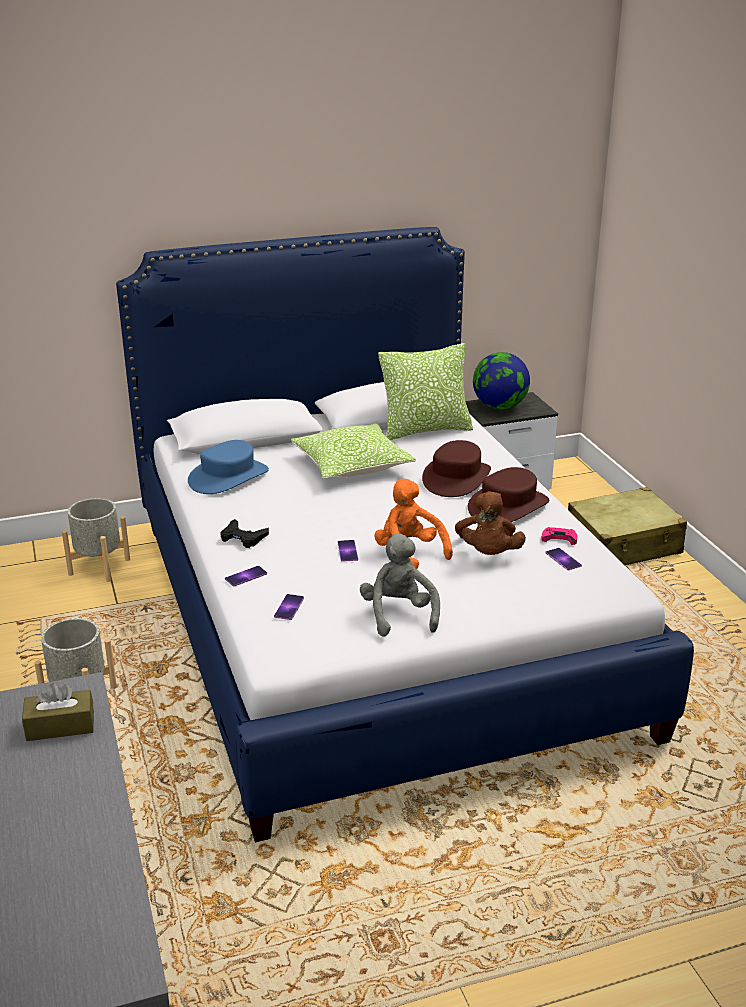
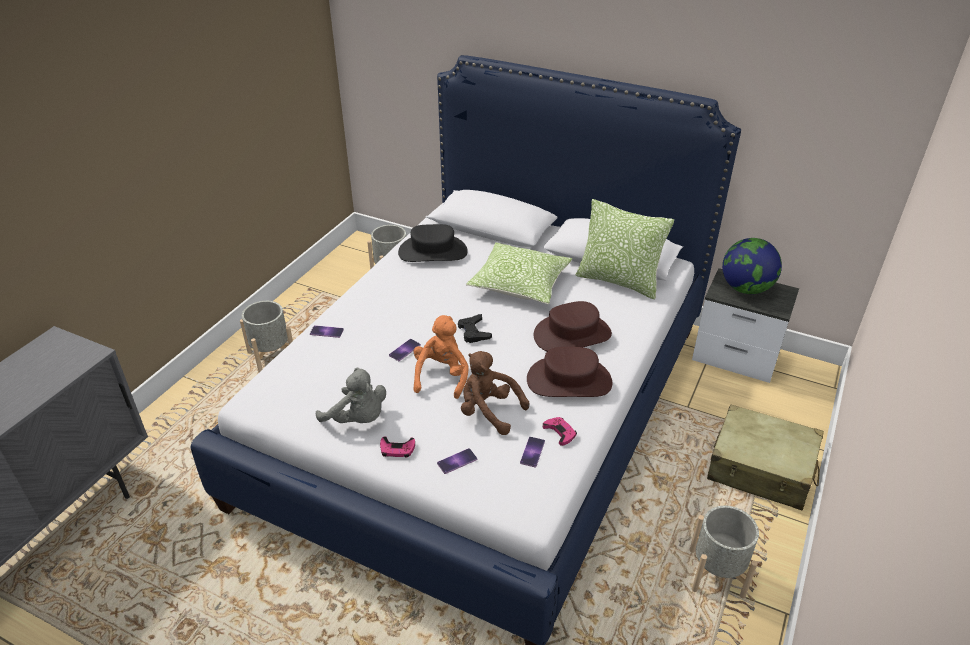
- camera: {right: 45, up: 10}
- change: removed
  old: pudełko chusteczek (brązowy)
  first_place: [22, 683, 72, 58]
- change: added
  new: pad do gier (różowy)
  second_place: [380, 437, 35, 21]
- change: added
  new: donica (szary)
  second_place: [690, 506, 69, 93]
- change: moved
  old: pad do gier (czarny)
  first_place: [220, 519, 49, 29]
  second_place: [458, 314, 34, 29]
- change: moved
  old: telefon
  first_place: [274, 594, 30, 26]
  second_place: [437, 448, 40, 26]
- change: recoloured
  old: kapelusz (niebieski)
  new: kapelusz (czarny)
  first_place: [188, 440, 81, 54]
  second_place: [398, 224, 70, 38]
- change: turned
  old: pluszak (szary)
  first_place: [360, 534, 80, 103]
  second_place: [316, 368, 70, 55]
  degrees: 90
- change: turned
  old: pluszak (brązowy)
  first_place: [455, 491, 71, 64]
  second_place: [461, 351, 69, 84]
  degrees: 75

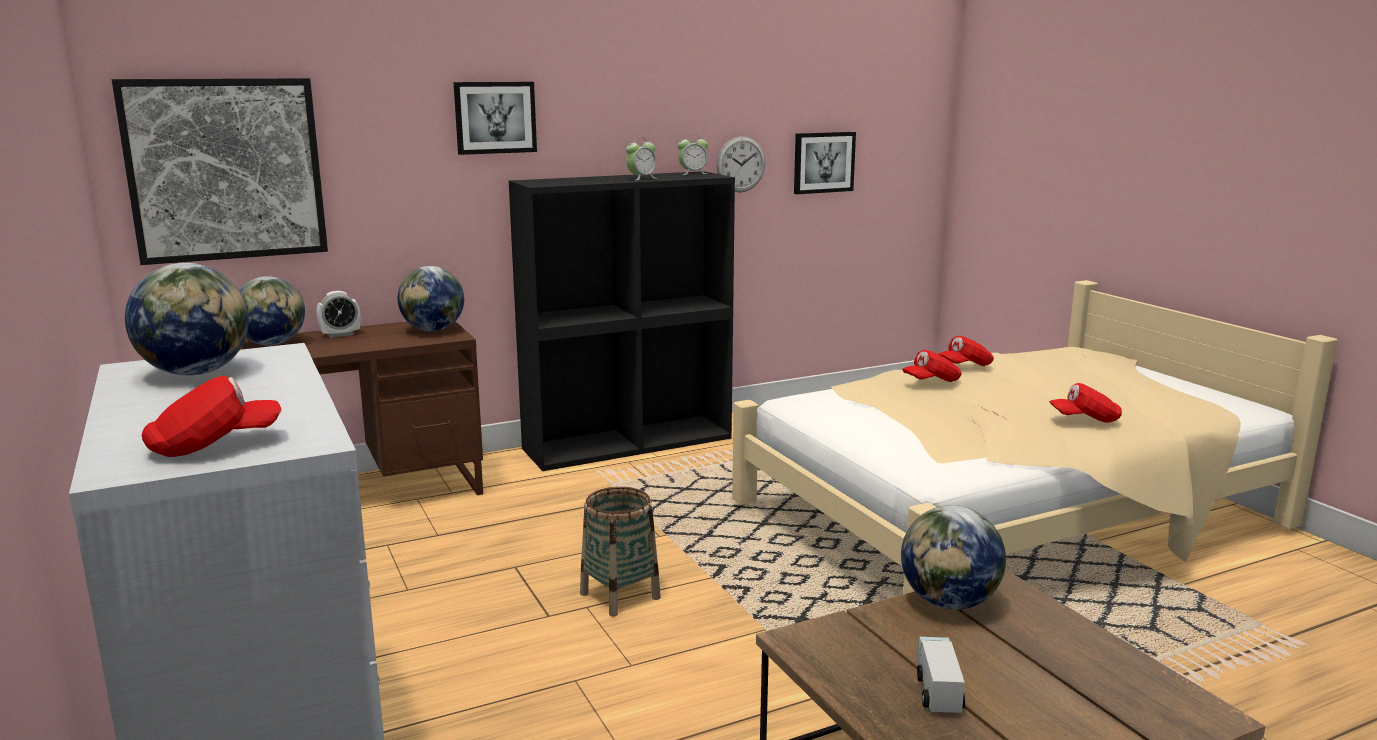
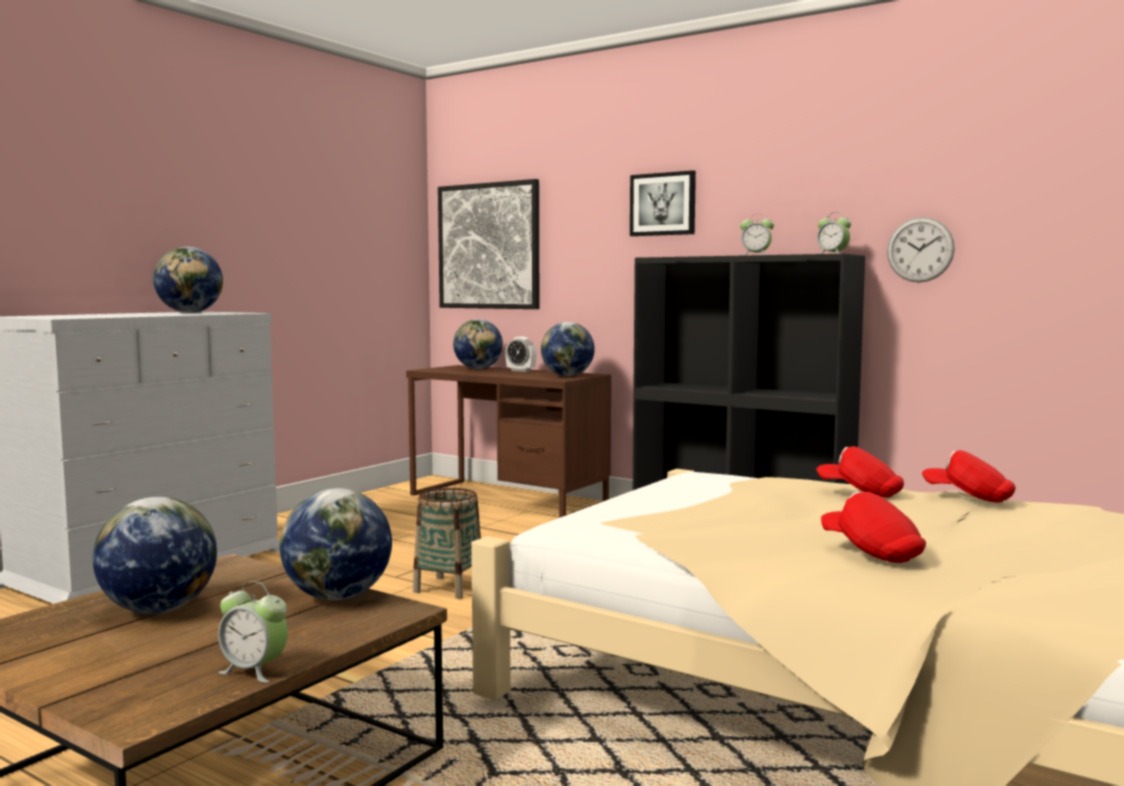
- camera: {right: 60, up: -10}
- change: removed
  old: czapka z daszkiem (czerwony)
  first_place: [142, 376, 139, 81]
- change: removed
  old: obraz
  first_place: [794, 132, 62, 62]
- change: added
  new: budzik
  second_place: [218, 581, 70, 102]
- change: replaced
  old: ciężarówka zabawkowa
  new: globus
  first_place: [917, 637, 48, 76]
  second_place: [93, 497, 124, 117]

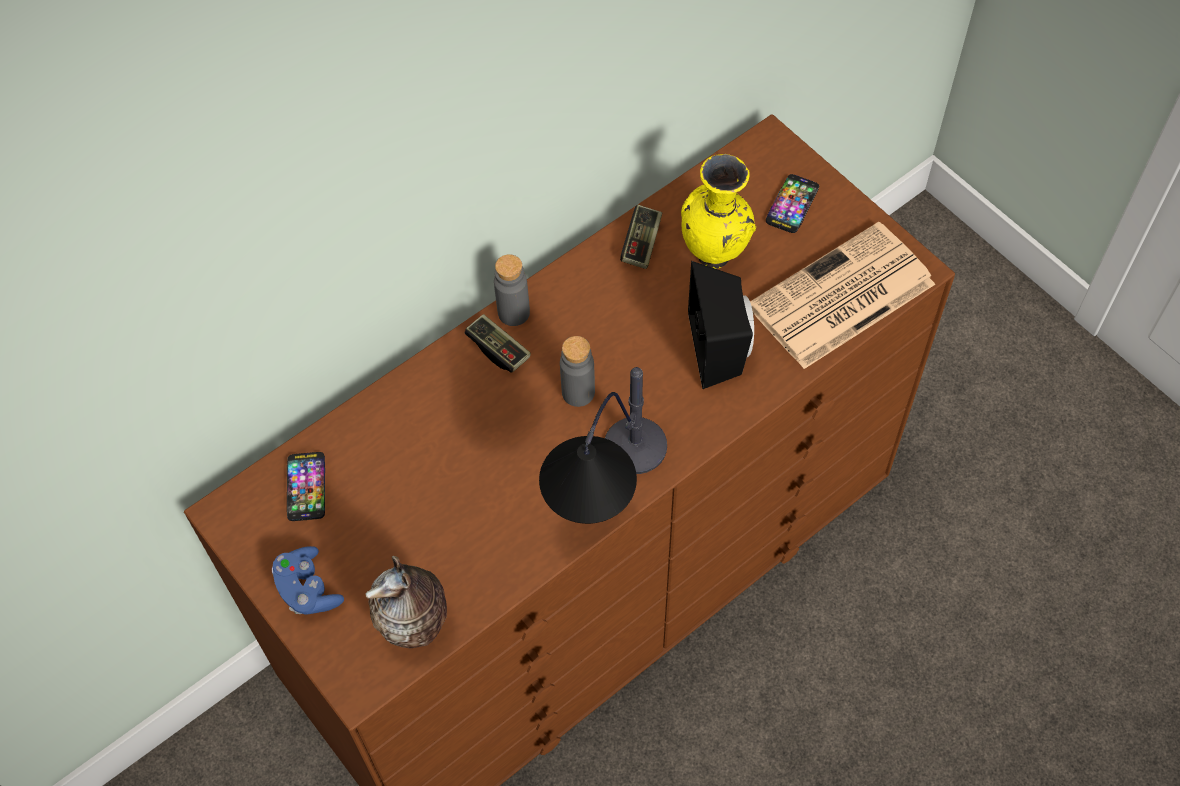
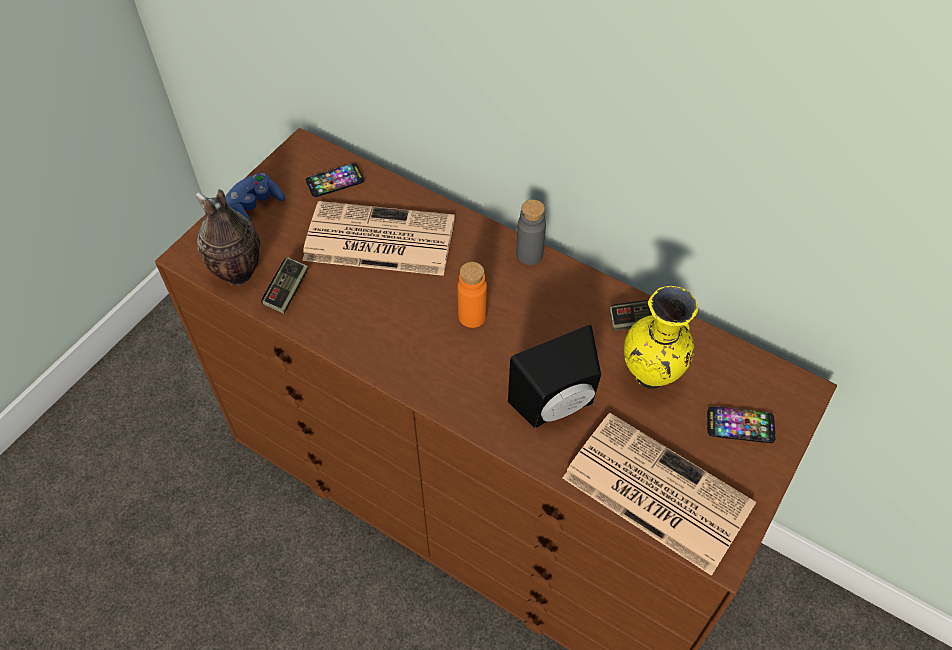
- camera: {right: 70, up: -5}
- change: removed
  old: lampa stołowa
  first_place: [539, 367, 128, 157]
- change: added
  new: gazeta
  second_place: [302, 201, 153, 75]
- change: moved
  old: pad do gier
  first_place: [465, 314, 66, 59]
  second_place: [261, 257, 47, 57]
- change: recoloured
  old: butelka (szary)
  new: butelka (pomarańczowy)
  first_place: [560, 336, 35, 71]
  second_place: [457, 262, 30, 66]

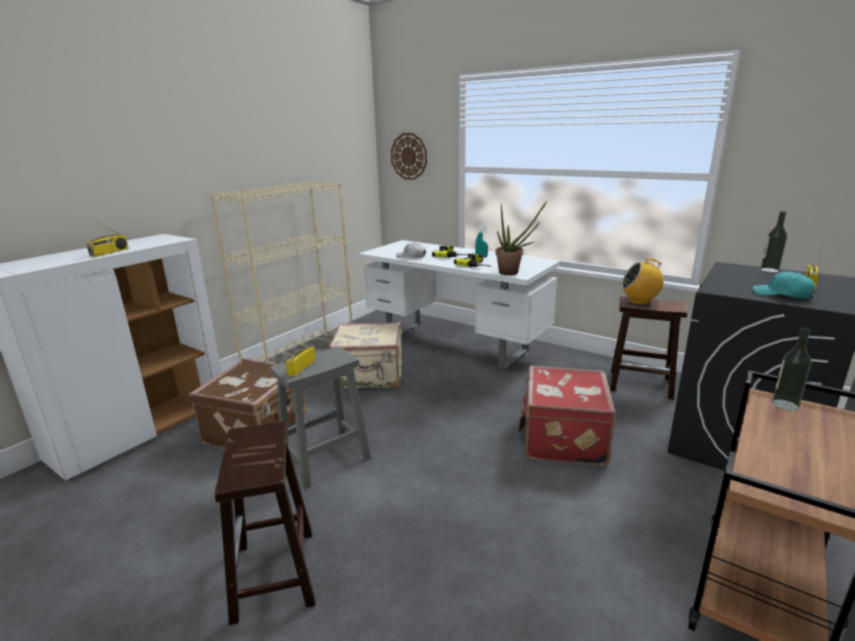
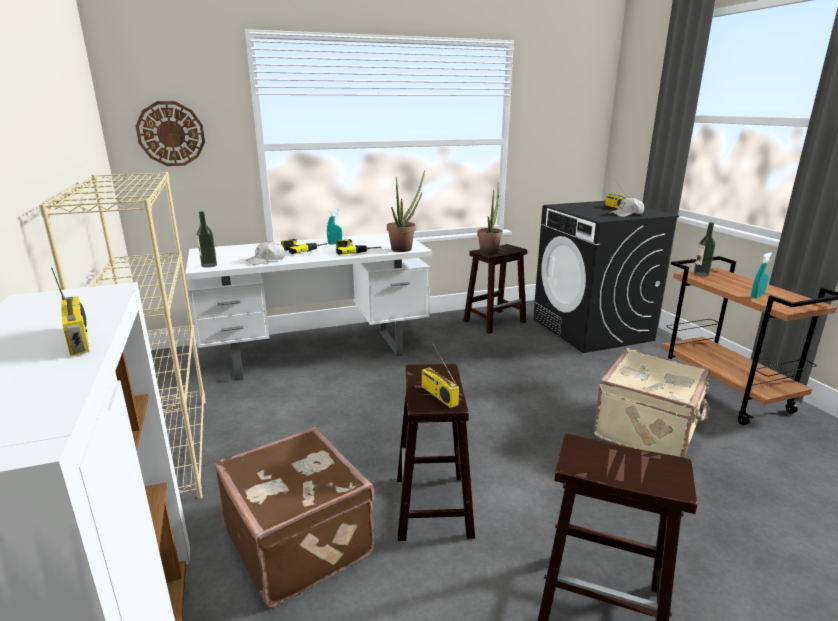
- camera: {right: -55, up: 0}
- change: removed
  old: walizka (czerwony)
  first_place: [518, 366, 98, 100]
- change: added
  new: spryskiwacz (turkusowy)
  second_place: [751, 253, 21, 45]
- change: moved
  old: walizka (beżowy)
  first_place: [329, 321, 73, 68]
  second_place: [594, 348, 117, 110]
- change: moved
  old: butelka
  first_place: [761, 211, 26, 61]
  second_place: [197, 211, 20, 57]
- change: replaced
  old: radio
  new: roślina doniczkowa
  first_place: [621, 258, 43, 47]
  second_place: [477, 183, 26, 71]
- change: recoloured
  old: stołek (szary)
  new: stołek (brązowy)
  first_place: [269, 346, 102, 143]
  second_place: [397, 364, 78, 177]
- change: recoloured
  old: czapka z daszkiem (turkusowy)
  new: czapka z daszkiem (biały)
  first_place: [753, 272, 62, 27]
  second_place: [610, 197, 34, 20]

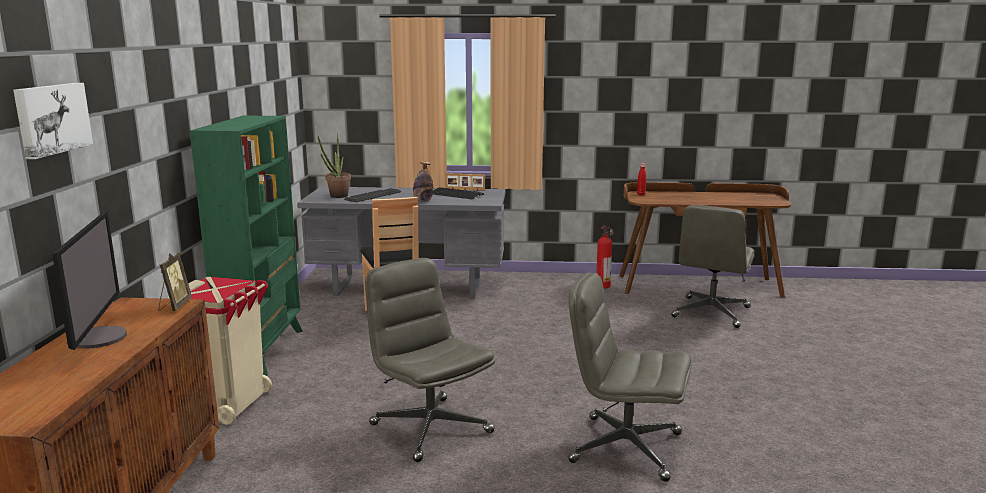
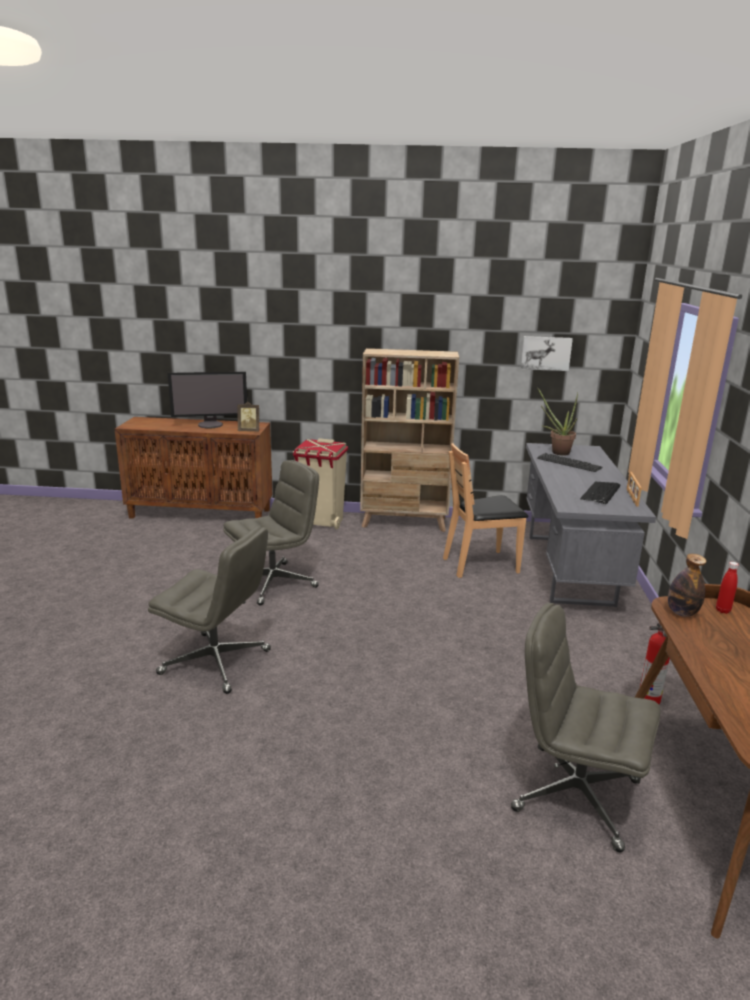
- camera: {right: 90, up: 5}
- change: moved
  old: obraz
  first_place: [13, 83, 80, 76]
  second_place: [521, 336, 52, 35]
- change: moved
  old: butelka
  first_place: [413, 161, 20, 41]
  second_place: [668, 554, 38, 63]
- change: recoloured
  old: regał (zielony)
  new: regał (beżowy)
  first_place: [190, 116, 113, 260]
  second_place: [360, 348, 99, 184]
- change: turned
  old: krzesło biurowe (szary)
  first_place: [568, 273, 123, 209]
  second_place: [148, 526, 123, 168]
  degrees: 90

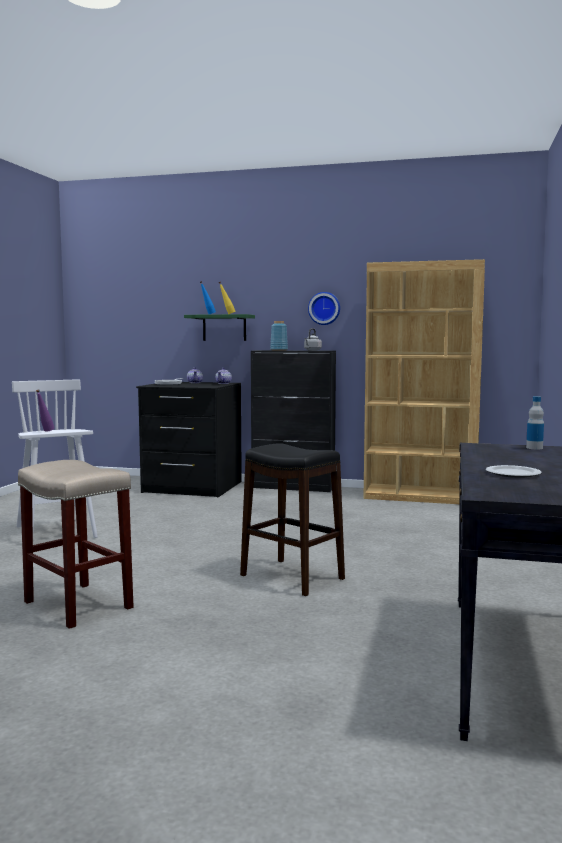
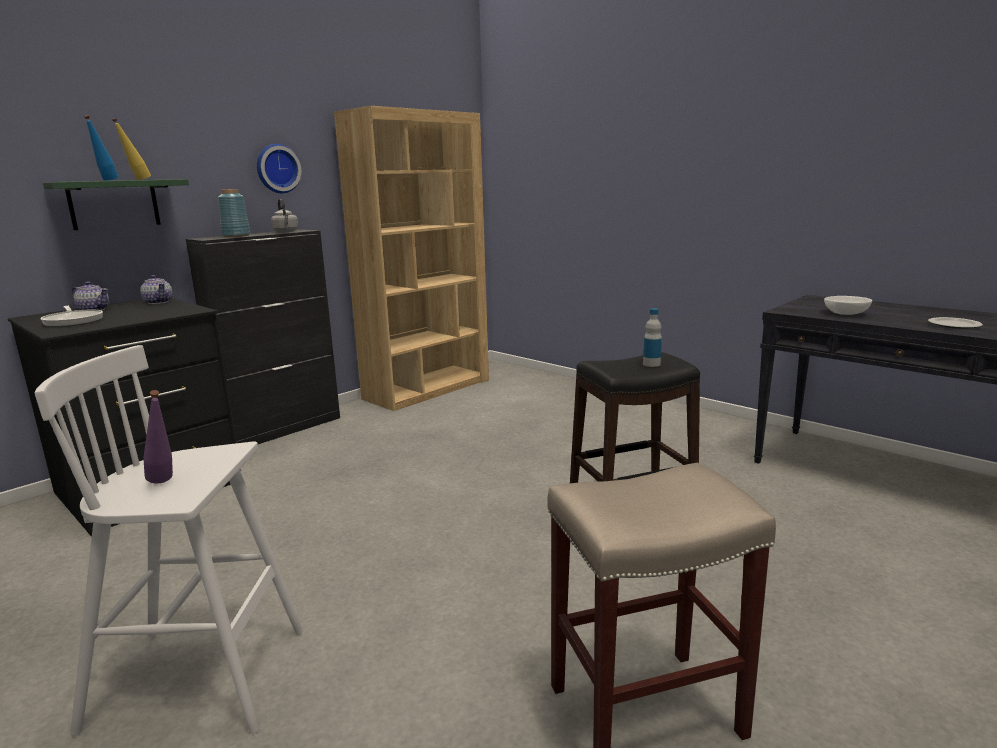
- camera: {right: -60, up: 10}
- change: added
  new: miska (biały)
  second_place: [824, 296, 48, 19]
- change: moved
  old: butelka
  first_place: [526, 396, 18, 53]
  second_place: [643, 308, 19, 59]

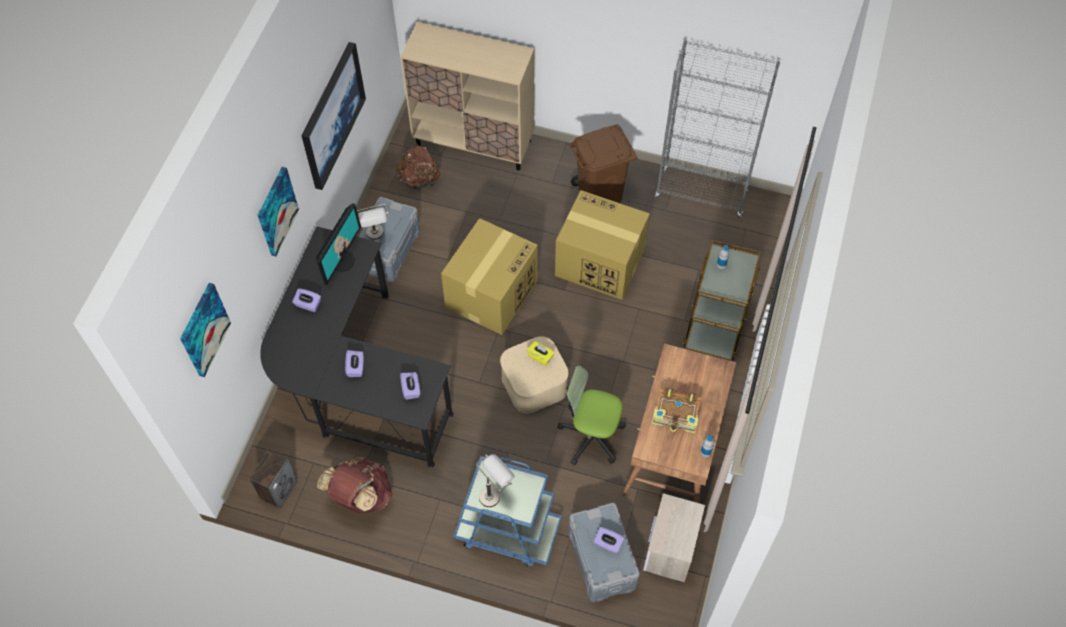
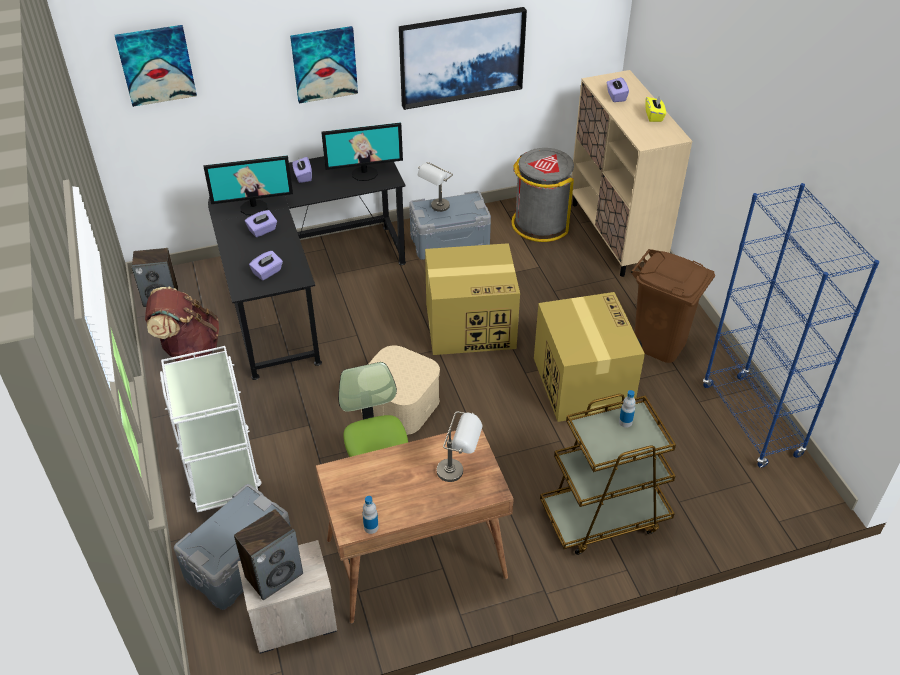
- camera: {right: 55, up: -15}
- change: removed
  old: książka
  first_place: [652, 387, 49, 46]
- change: added
  new: monitor
  second_place: [203, 155, 90, 60]
- change: added
  new: głośnik
  second_place: [234, 509, 69, 91]
- change: moved
  old: lampa stołowa (szary)
  first_place: [476, 454, 38, 53]
  second_place: [437, 411, 45, 71]
- change: moved
  old: pudełko chusteczek (żółty)
  first_place: [527, 341, 28, 25]
  second_place: [645, 95, 21, 27]
- change: moved
  old: pudełko chusteczek (fioletowy)
  first_place: [594, 527, 31, 26]
  second_place: [606, 77, 23, 25]
- change: replaced
  old: plecak (brązowy)
  new: kosz na śmieci (szary)
  first_place: [396, 142, 44, 47]
  second_place: [511, 148, 63, 94]
- change: recoloured
  old: wózek (niebieski)
  new: wózek (biały)
  first_place: [454, 456, 108, 110]
  second_place: [160, 346, 101, 167]
- change: recoloured
  old: regał (szary)
  new: regał (niebieski)
  first_place: [655, 40, 125, 178]
  second_place: [703, 183, 176, 285]

